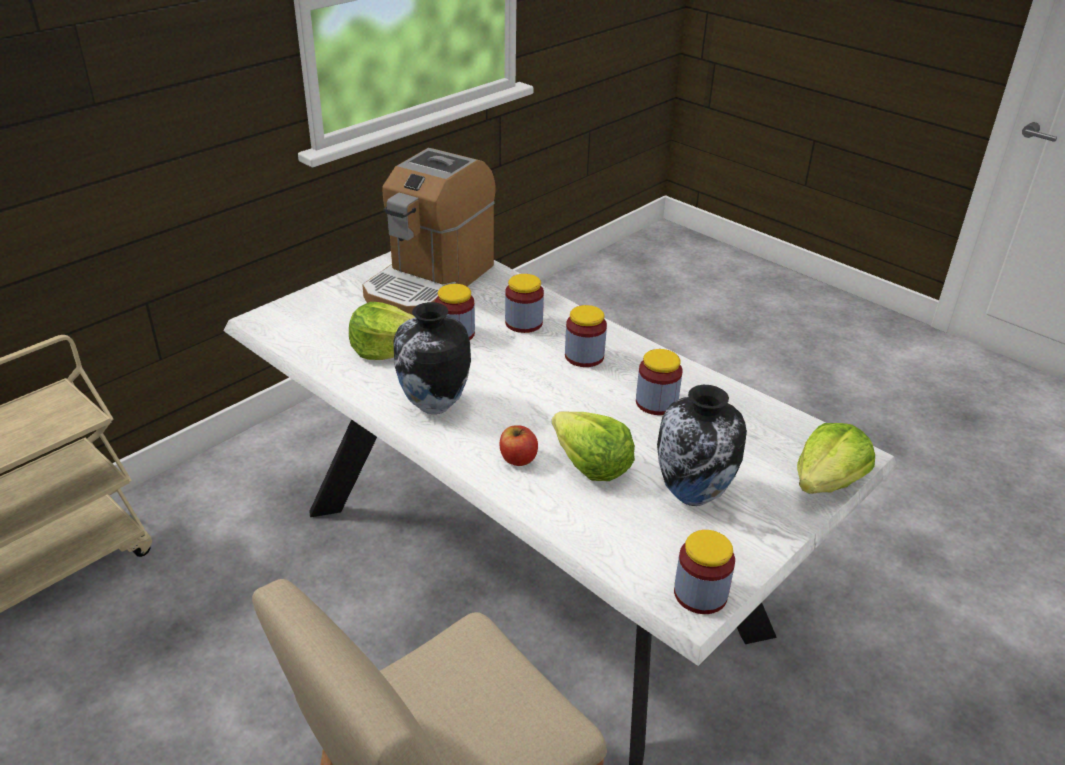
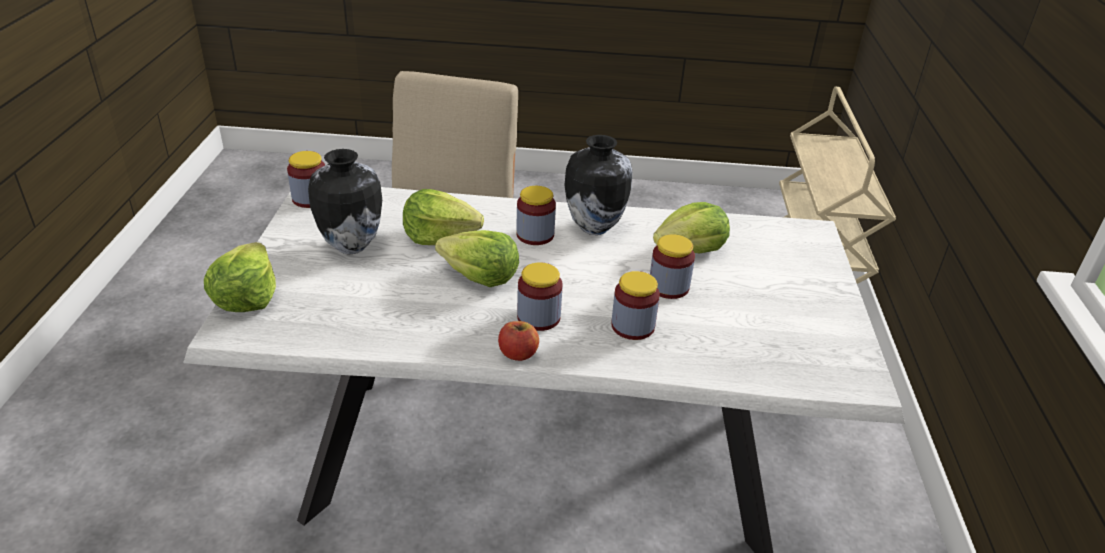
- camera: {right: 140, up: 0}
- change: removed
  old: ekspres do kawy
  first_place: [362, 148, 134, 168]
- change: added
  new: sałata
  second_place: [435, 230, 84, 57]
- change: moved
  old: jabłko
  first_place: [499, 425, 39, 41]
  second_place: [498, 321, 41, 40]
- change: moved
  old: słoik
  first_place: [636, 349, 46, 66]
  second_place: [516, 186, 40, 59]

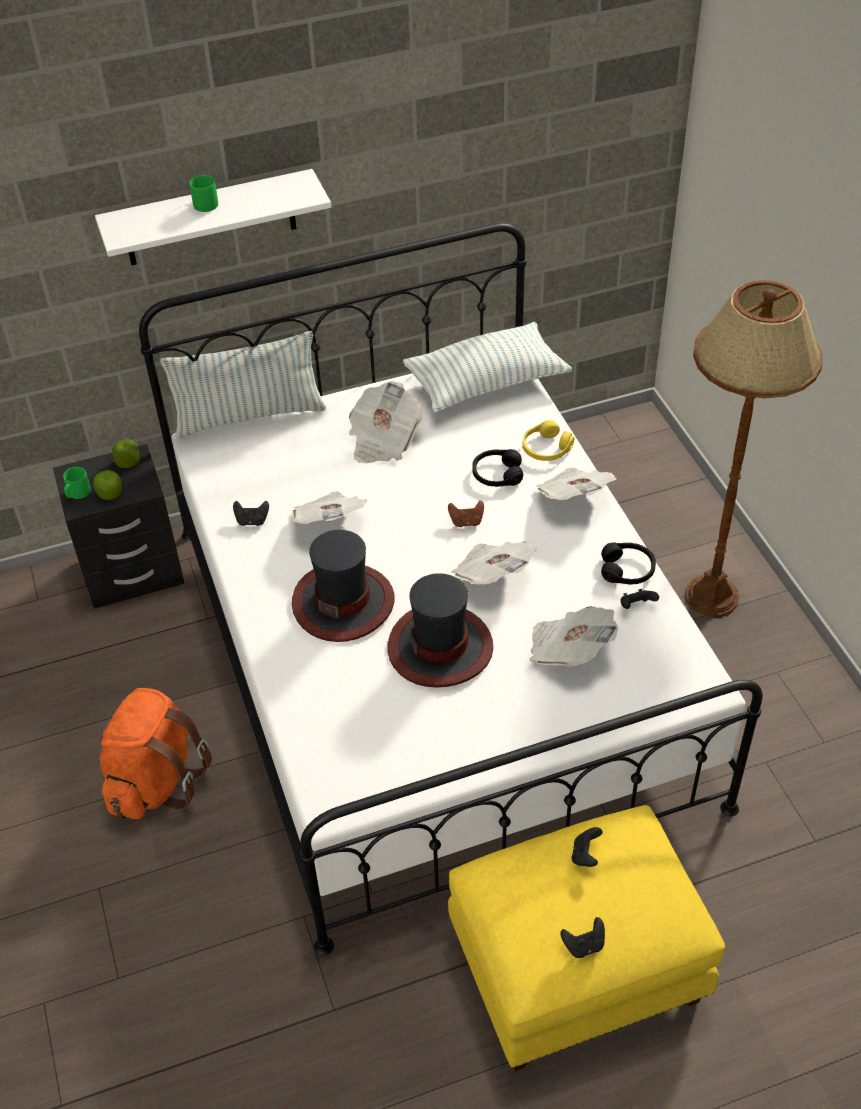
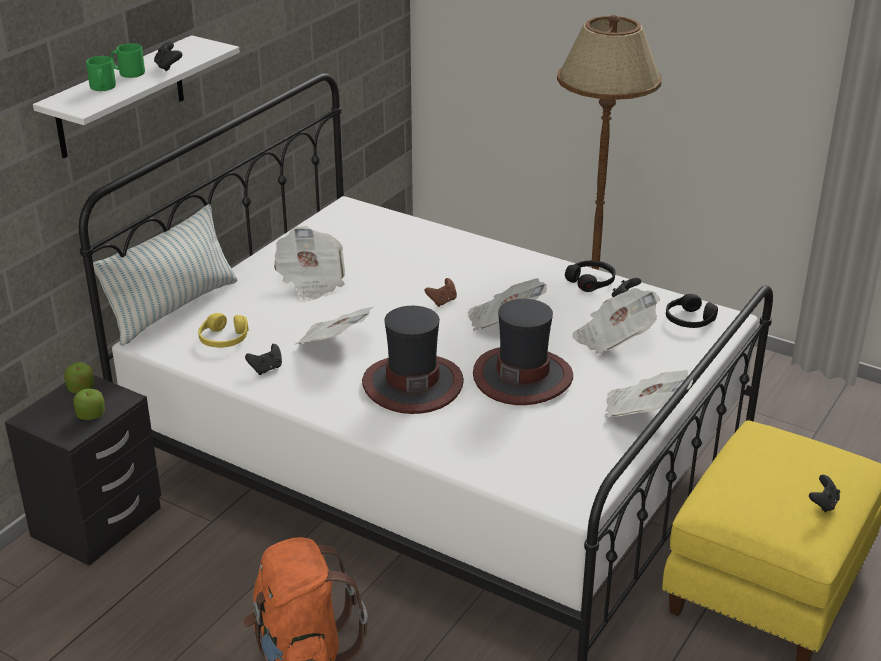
- camera: {right: -40, up: -15}
- change: removed
  old: poduszka
  first_place: [403, 322, 169, 91]
- change: moved
  old: kubek (zielony)
  first_place: [63, 467, 28, 32]
  second_place: [86, 56, 30, 35]
- change: moved
  old: słuchawki (czarny)
  first_place: [472, 449, 51, 38]
  second_place: [666, 294, 52, 34]
- change: moved
  old: słuchawki (żółty)
  first_place: [523, 420, 51, 41]
  second_place: [198, 313, 50, 35]
- change: moved
  old: gazeta
  first_place: [535, 468, 82, 32]
  second_place: [604, 370, 89, 47]
- change: moved
  old: pad do gier (czarny)
  first_place: [572, 827, 31, 40]
  second_place: [154, 41, 28, 30]

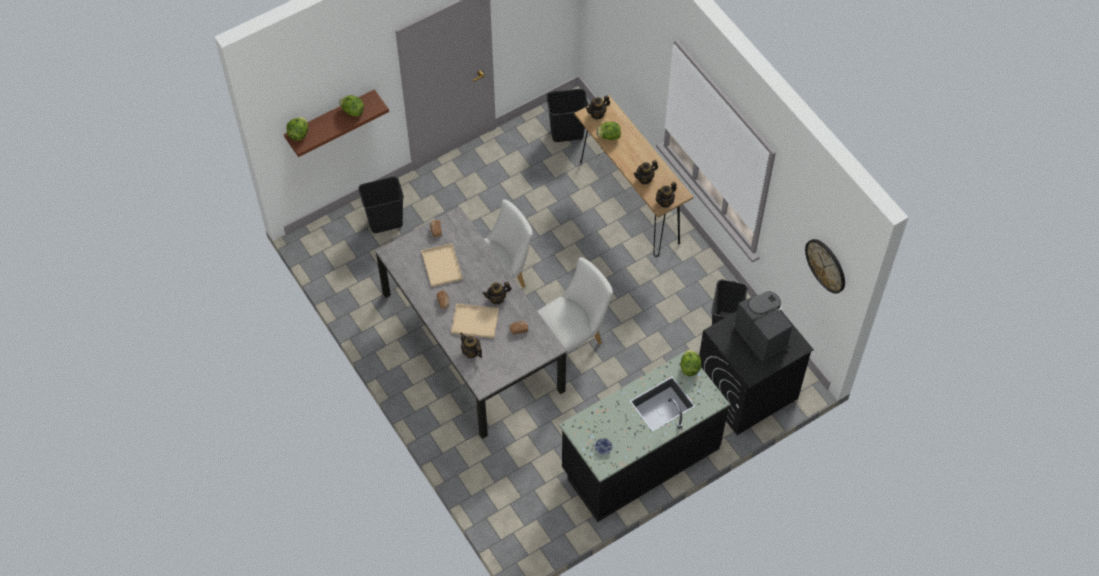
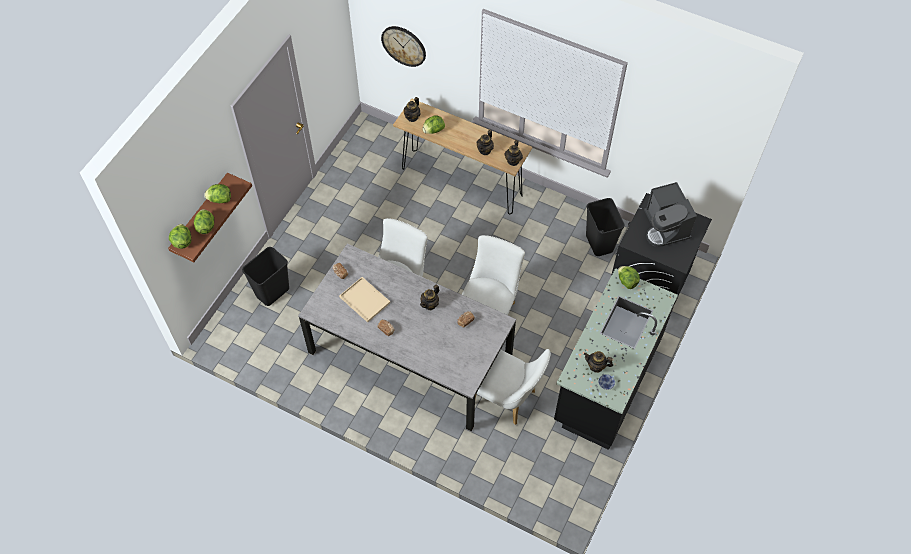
- camera: {right: -30, up: 0}
- change: removed
  old: taca (beżowy)
  first_place: [451, 304, 48, 34]
- change: removed
  old: kosz na śmieci (czarny)
  first_place: [546, 89, 43, 53]
- change: added
  new: sałata
  second_place: [194, 209, 20, 25]
- change: added
  new: krzesło (biały)
  second_place: [475, 349, 76, 76]
- change: moved
  old: imbryk
  first_place: [460, 332, 22, 26]
  second_place: [584, 351, 29, 22]
- change: moved
  old: zegar ścienny
  first_place: [805, 239, 40, 55]
  second_place: [381, 26, 45, 41]
- change: turned
  old: ekspres do kawy
  first_place: [732, 291, 61, 71]
  second_place: [644, 182, 53, 65]
  degrees: -135

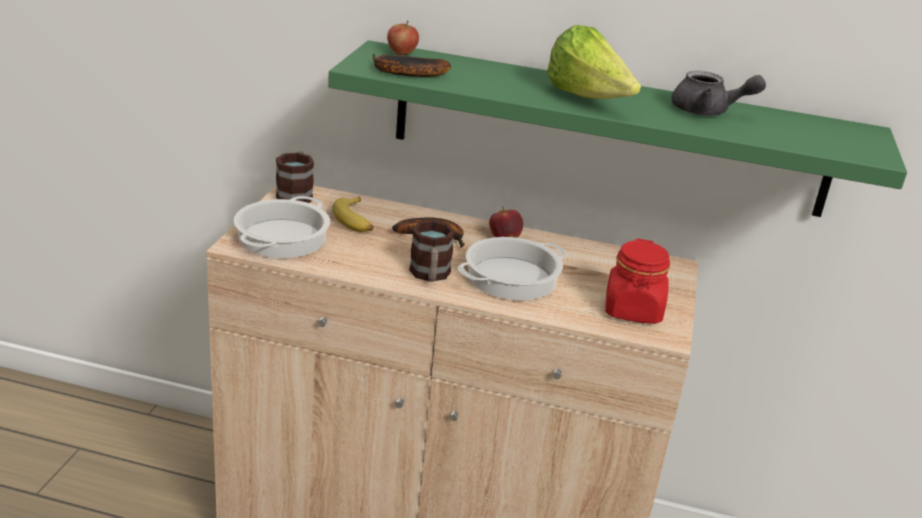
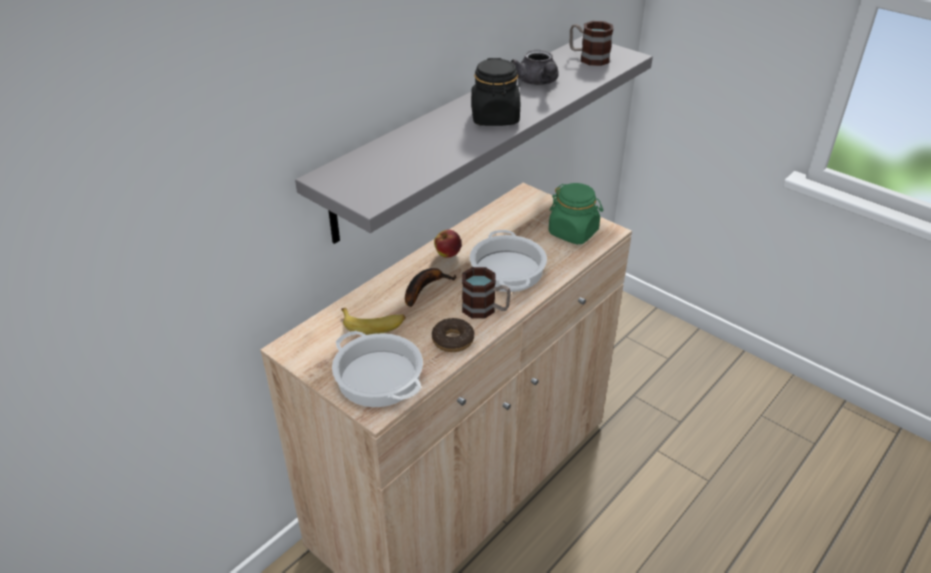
- camera: {right: -60, up: 10}
- change: removed
  old: banan
  first_place: [373, 54, 78, 23]
- change: removed
  old: jabłko
  first_place: [387, 20, 32, 35]
- change: added
  new: donut
  second_place: [432, 318, 42, 34]
- change: moved
  old: kubek
  first_place: [276, 151, 38, 52]
  second_place: [569, 21, 44, 45]
- change: replaced
  old: sałata
  new: słoik (czarny)
  first_place: [547, 25, 94, 74]
  second_place: [471, 58, 49, 68]
- change: recoloured
  old: półka (zielony)
  new: półka (szary)
  first_place: [328, 40, 579, 177]
  second_place: [295, 36, 358, 208]
- change: recoloured
  old: słoik (czerwony)
  new: słoik (zielony)
  first_place: [605, 239, 65, 85]
  second_place: [549, 183, 54, 61]
- change: turned
  old: imbryk (szary)
  first_place: [671, 71, 95, 45]
  second_place: [511, 50, 48, 35]
  degrees: 120

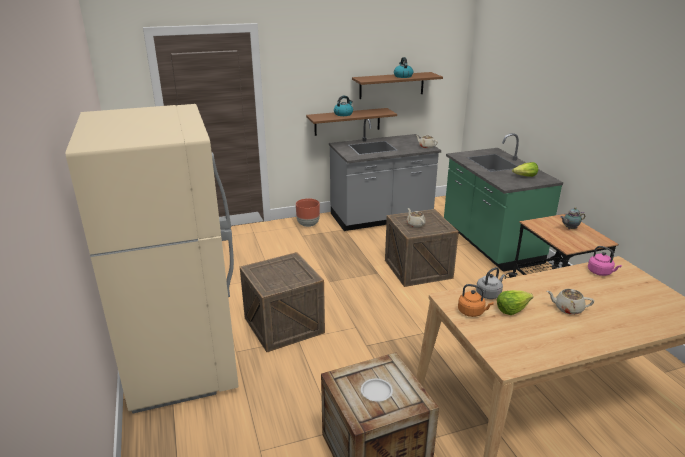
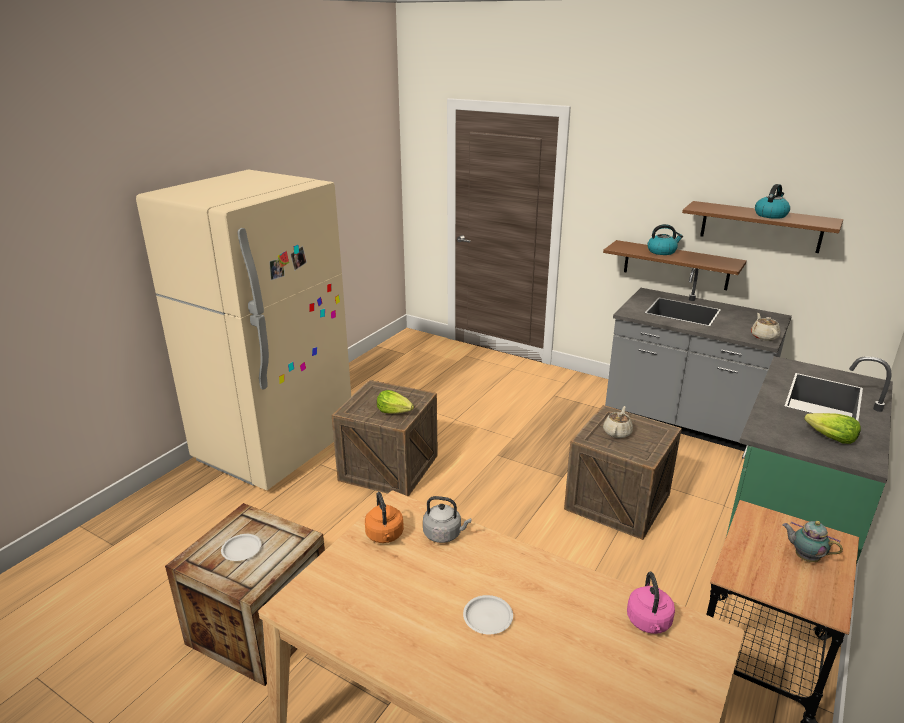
- camera: {right: 50, up: 0}
- change: removed
  old: donica (brązowy)
  first_place: [296, 198, 24, 29]
- change: moved
  old: sałata
  first_place: [497, 290, 36, 25]
  second_place: [377, 390, 37, 24]
- change: replaced
  old: imbryk (beżowy)
  new: talerz (biały)
  first_place: [547, 289, 47, 26]
  second_place: [463, 595, 50, 39]

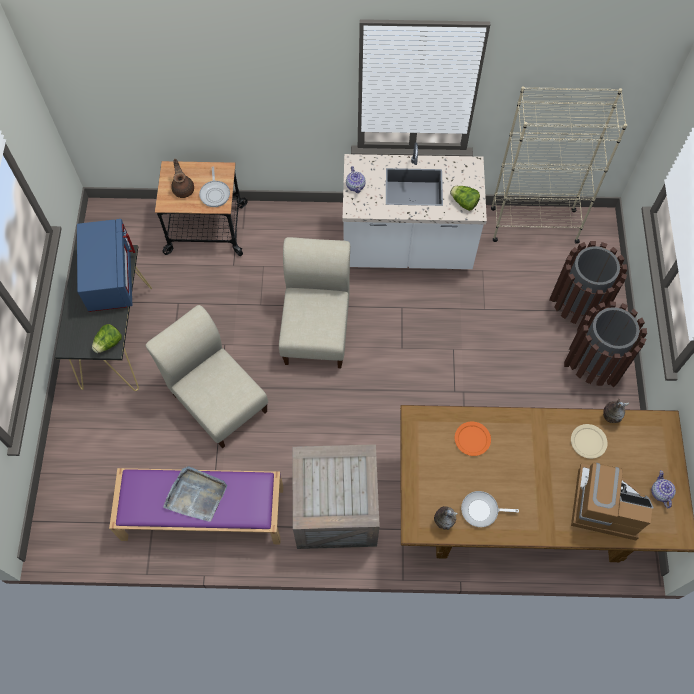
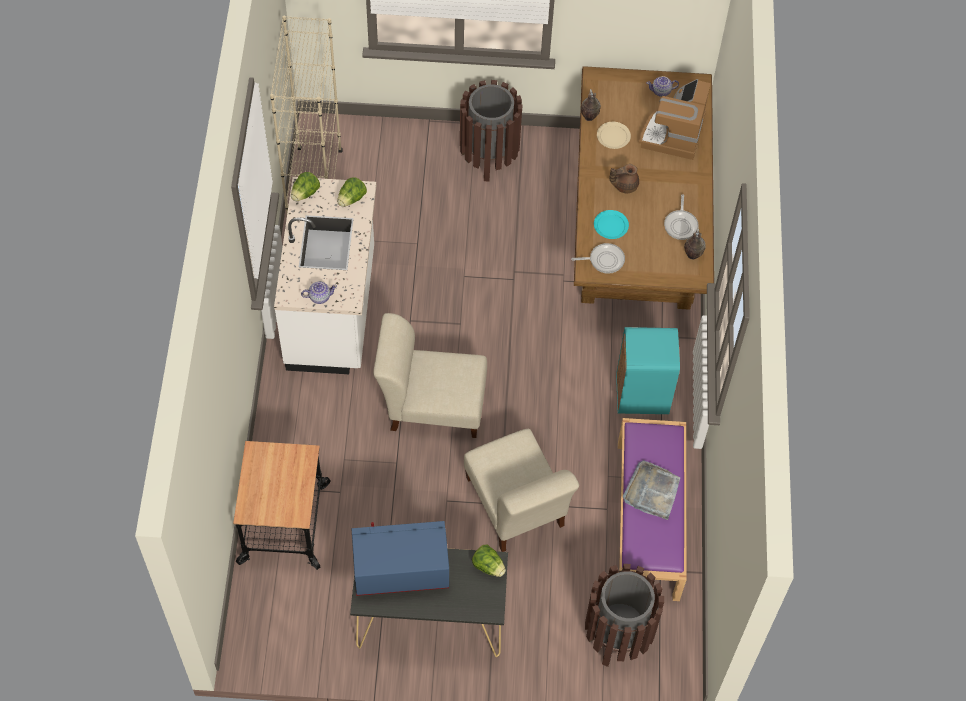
- camera: {right: -90, up: -5}
- change: added
  new: sałata
  second_place: [291, 172, 29, 29]
- change: moved
  old: imbryk (brązowy)
  first_place: [171, 159, 23, 39]
  second_place: [609, 164, 30, 29]
- change: moved
  old: patelnia
  first_place: [199, 167, 31, 40]
  second_place: [571, 243, 54, 31]
- change: moved
  old: kosz na śmieci (brązowy)
  first_place: [549, 241, 79, 91]
  second_place: [585, 564, 79, 103]
- change: replaced
  old: skrzynka
  new: kosz na śmieci (turkusowy)
  first_place: [292, 444, 88, 105]
  second_place: [616, 327, 64, 87]
- change: recoloured
  old: talerz (pomarańczowy)
  new: talerz (turkusowy)
  first_place: [455, 421, 36, 35]
  second_place: [594, 210, 35, 29]
- change: turned
  old: krzesło (beżowy)
  first_place: [146, 305, 122, 143]
  second_place: [464, 429, 115, 123]
  degrees: -75

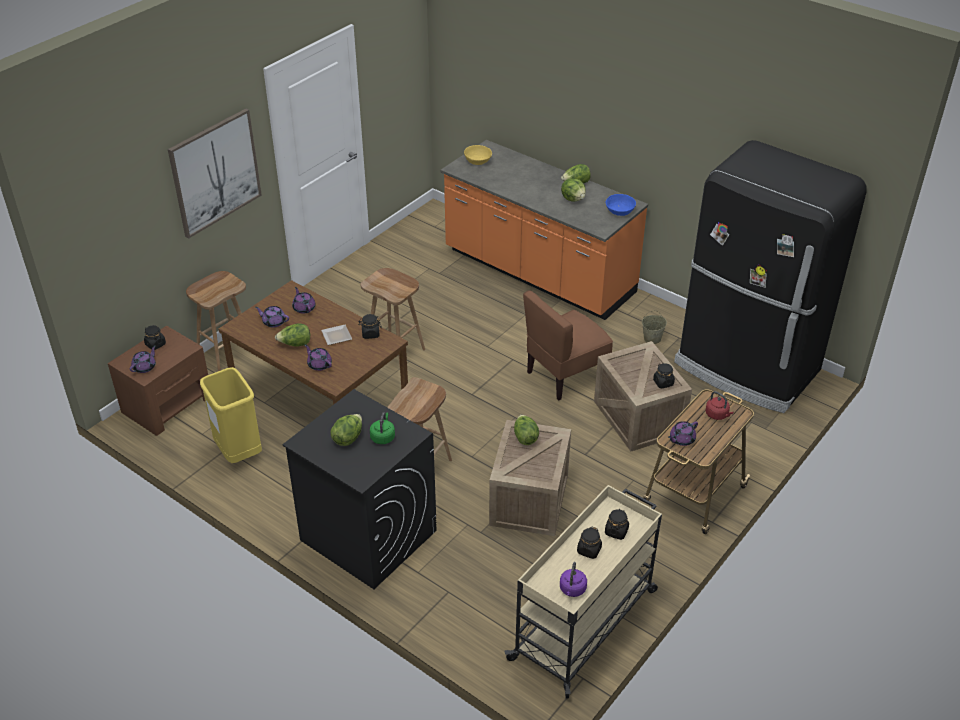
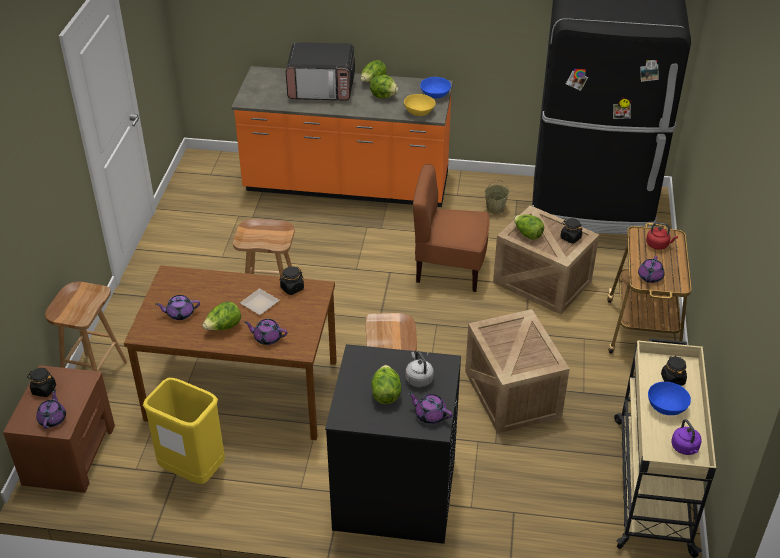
- camera: {right: -30, up: 0}
- change: removed
  old: obraz
  first_place: [168, 108, 94, 130]
- change: added
  new: mikrofalówka
  second_place: [286, 42, 69, 59]
- change: moved
  old: imbryk (fioletowy)
  first_place: [292, 287, 24, 27]
  second_place: [408, 392, 45, 32]
- change: moved
  old: miska (żółty)
  first_place: [464, 145, 28, 20]
  second_place: [404, 94, 31, 22]
- change: moved
  old: sałata
  first_place: [514, 415, 25, 30]
  second_place: [514, 215, 30, 25]
- change: replaced
  old: słoik (czarny)
  new: miska (niebieski)
  first_place: [577, 527, 25, 32]
  second_place: [648, 382, 43, 33]
- change: recoloured
  old: czajnik (zielony)
  new: czajnik (szary)
  first_place: [370, 412, 25, 32]
  second_place: [406, 351, 28, 36]
- change: turned
  old: krzesło (brązowy)
  first_place: [523, 290, 90, 110]
  second_place: [413, 164, 77, 128]
  degrees: 75

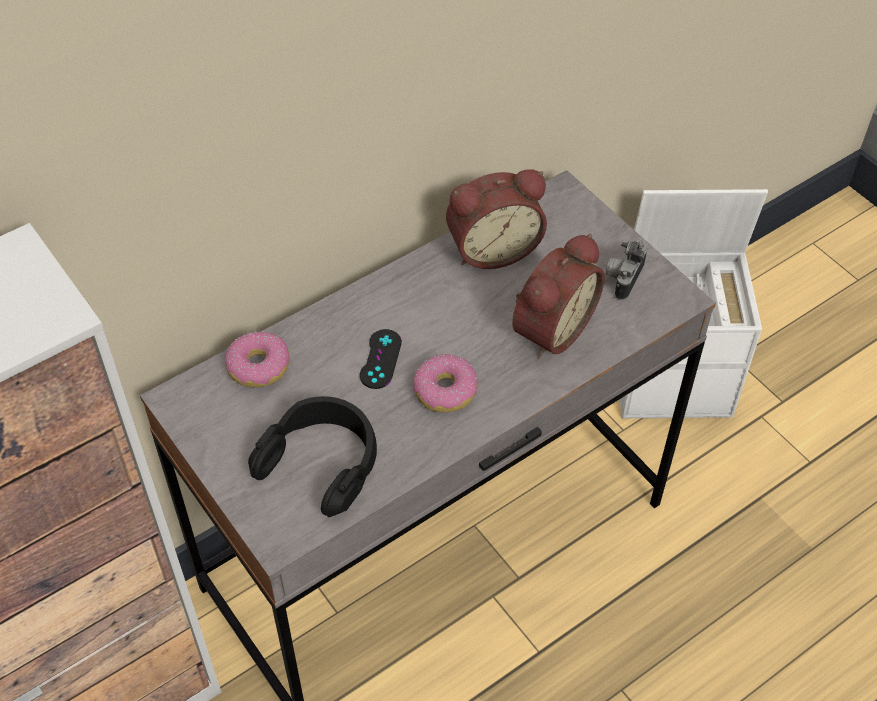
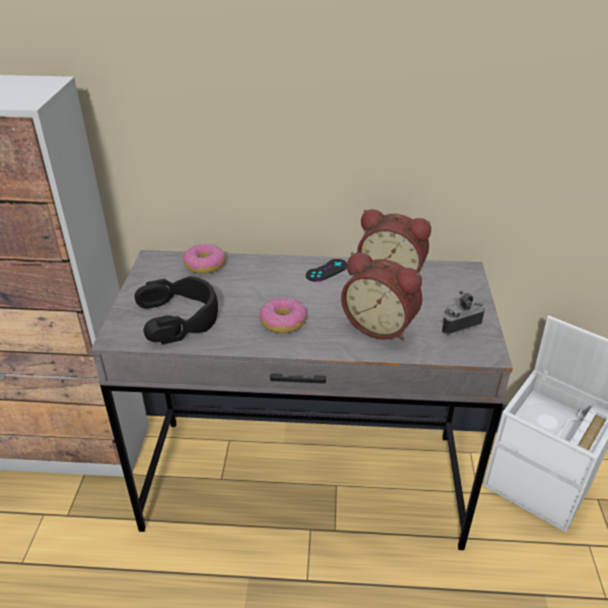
- camera: {right: 40, up: -15}
- change: moved
  old: pad do gier (czarny)
  first_place: [360, 329, 42, 60]
  second_place: [306, 259, 41, 23]
- change: turned
  old: budzik
  first_place: [512, 233, 93, 126]
  second_place: [341, 252, 82, 89]
  degrees: 45

